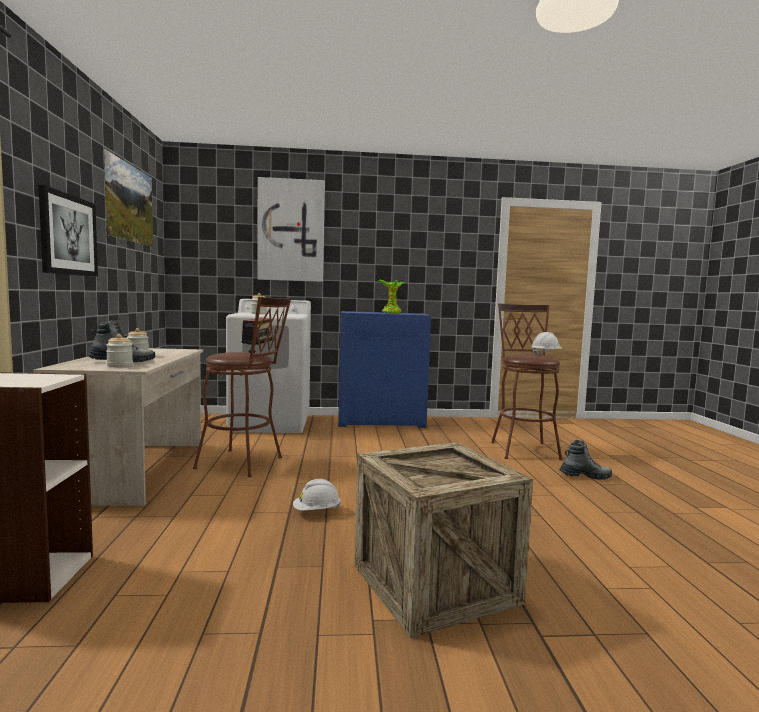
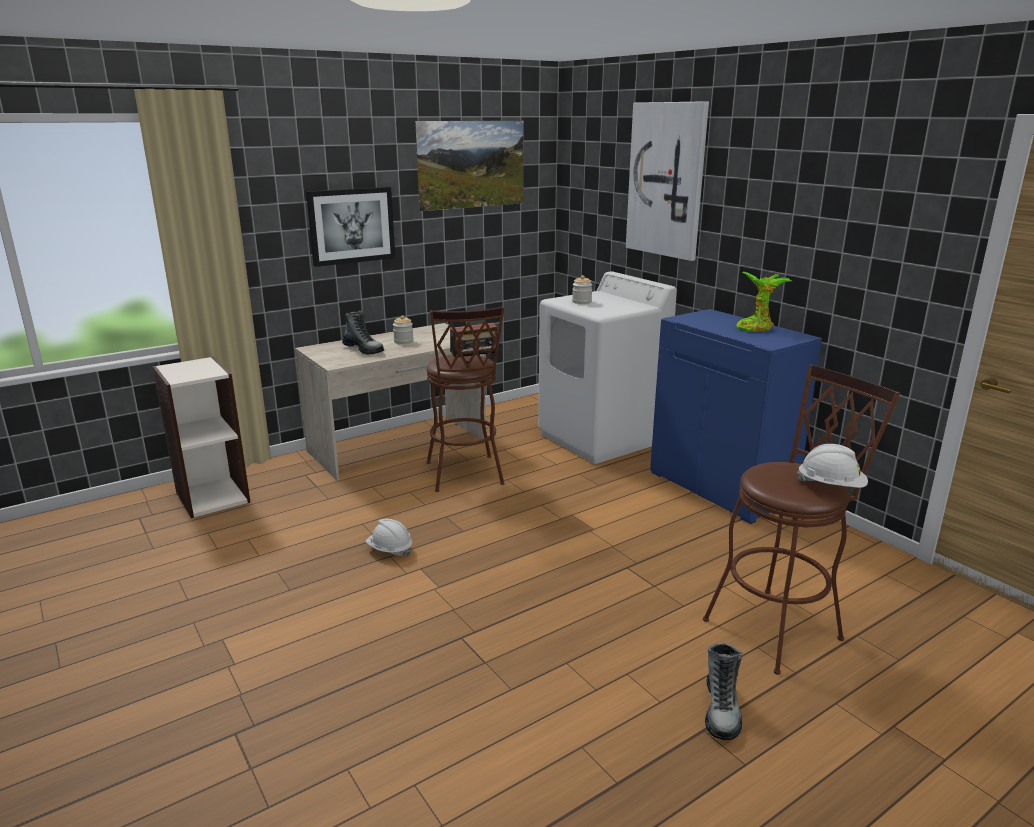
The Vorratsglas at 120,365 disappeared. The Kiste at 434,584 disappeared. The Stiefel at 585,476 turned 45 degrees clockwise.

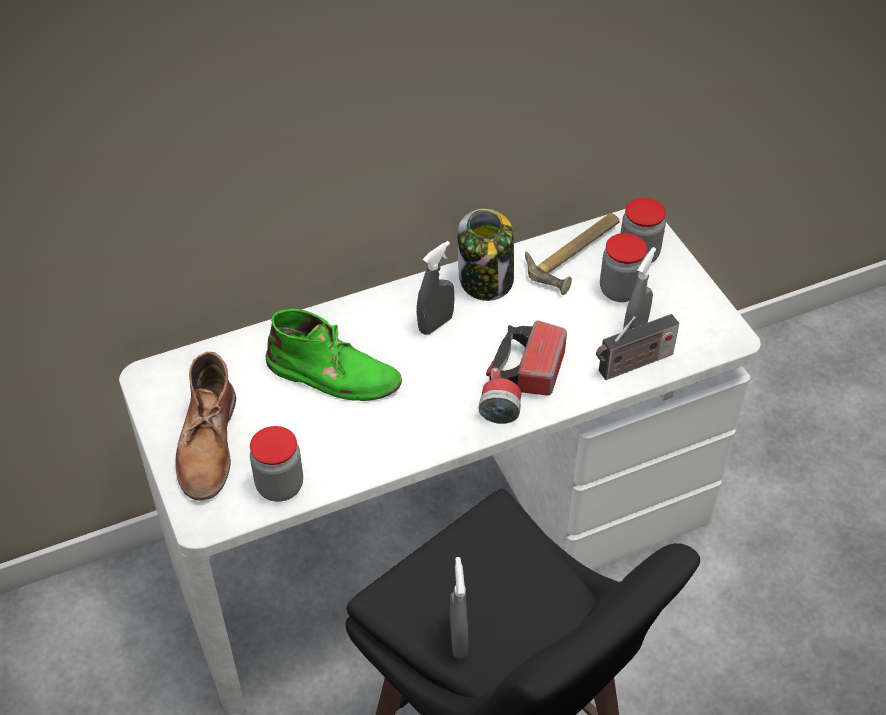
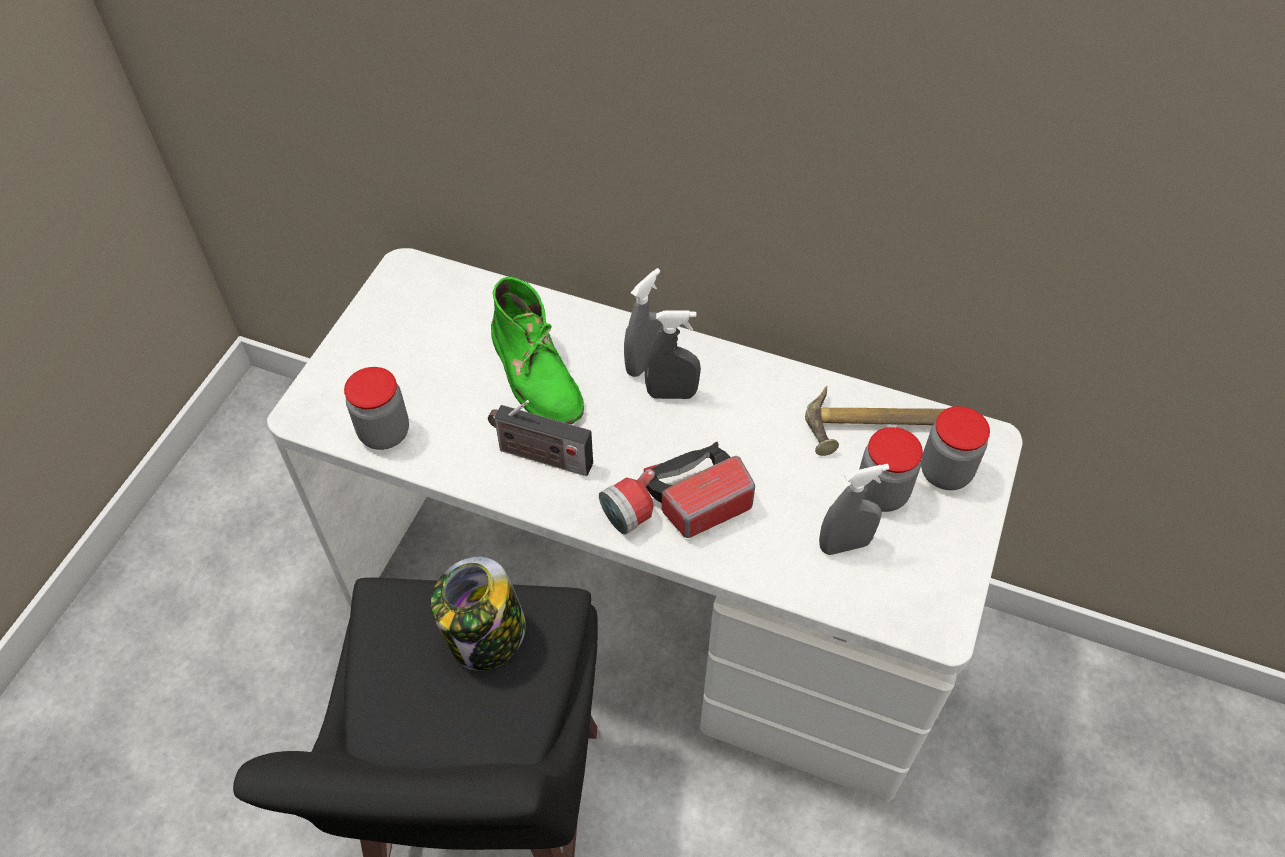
The Stiefel/braun at 208,444 disappeared. The Sprühflasche/grau moved from 458,639 to 644,363. The Vorratsglas moved from 486,280 to 486,637. The Radio moved from 632,365 to 541,456.

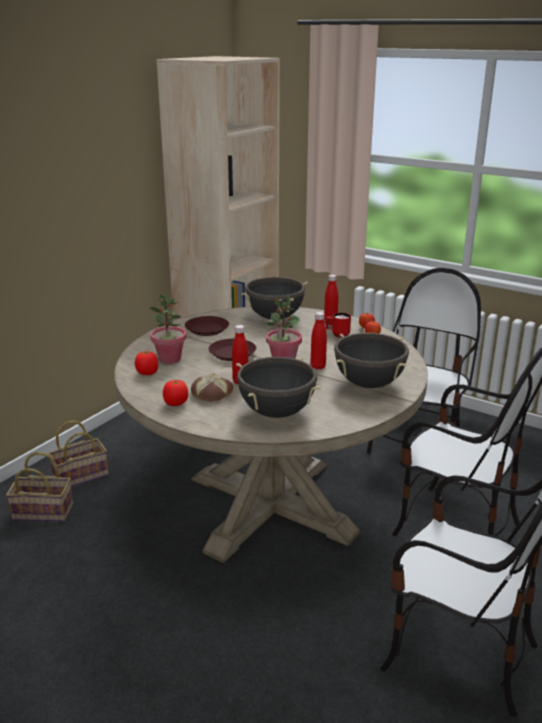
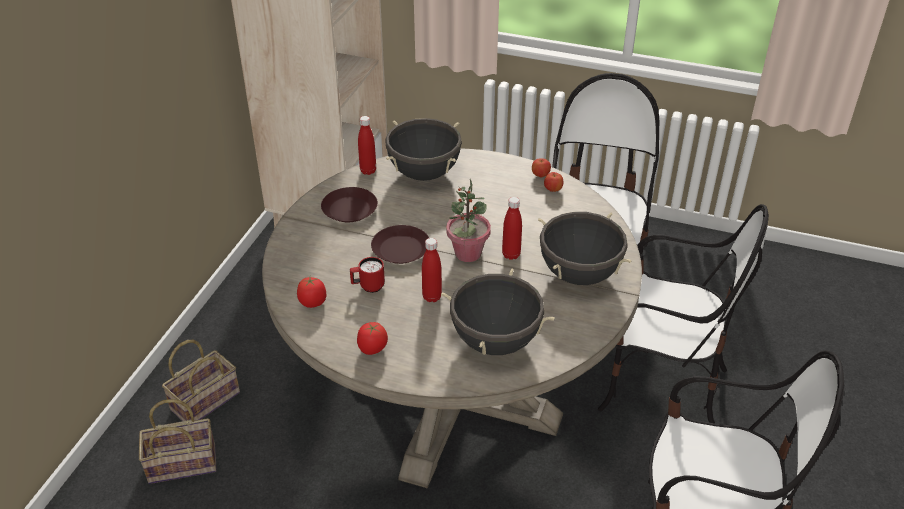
The Topfpflanze at 170,359 disappeared. The Brot at 212,393 disappeared. The Flasche/rot moved from 330,323 to 368,171. The Henkelbecher/rot moved from 337,335 to 368,287.

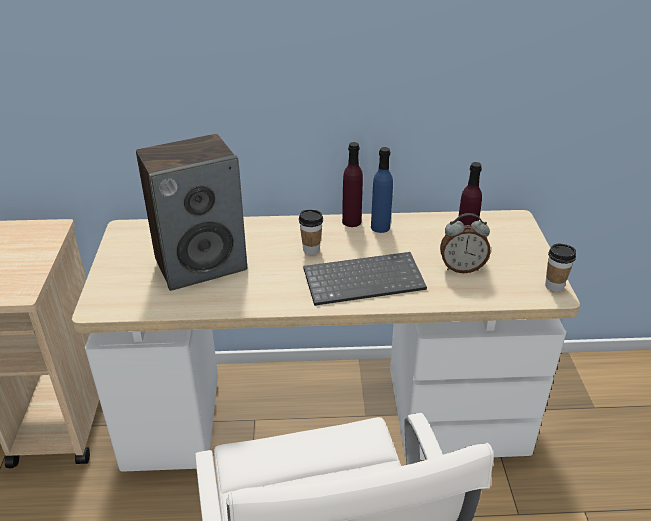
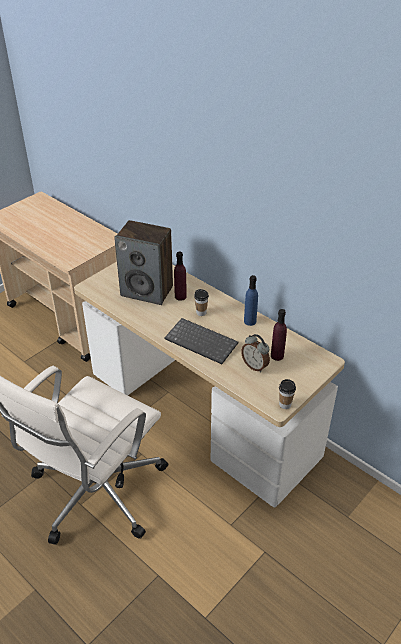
The Flasche/lila moved from 351,221 to 180,296.

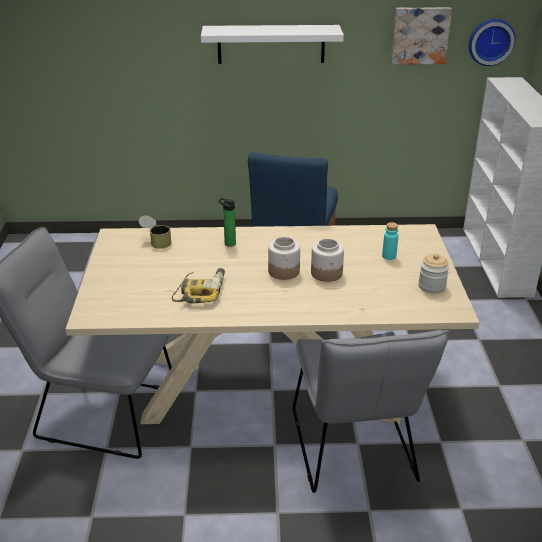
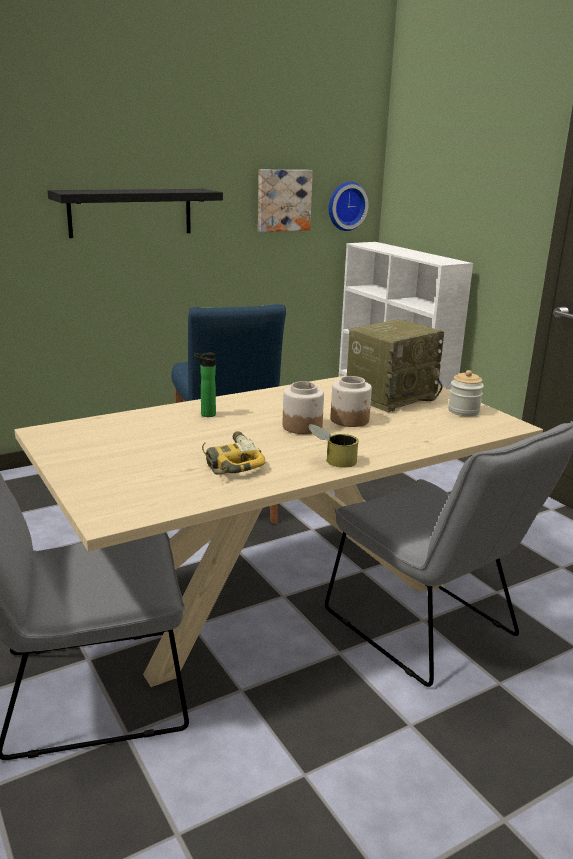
The Dose moved from 156,241 to 332,460. The Wandregal/weiß at 271,44 became the Wandregal/schwarz at 130,212. The Flasche/türkis at 389,256 was replaced by the Radio at 391,396.

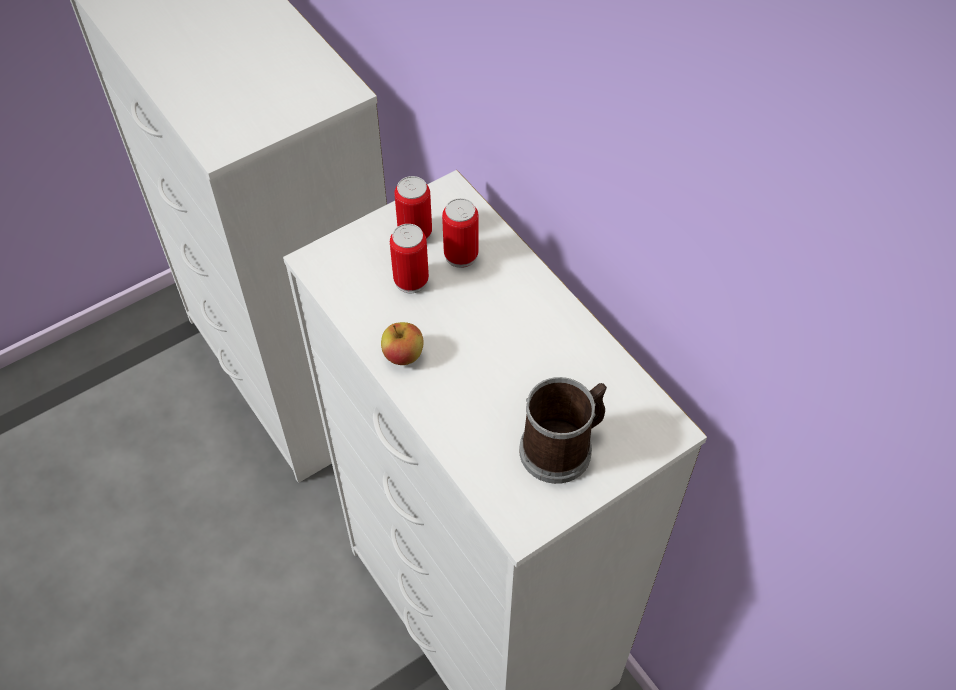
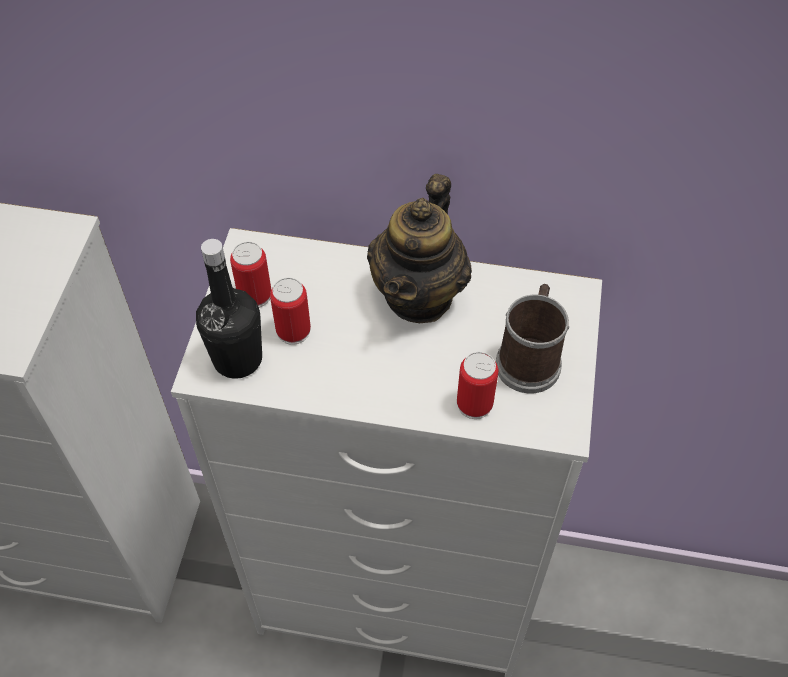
The Apfel at 403,355 disappeared. The Dose moved from 461,255 to 474,404. The Flasche/schwarz at 237,359 appeared. The Teekanne at 419,295 appeared.

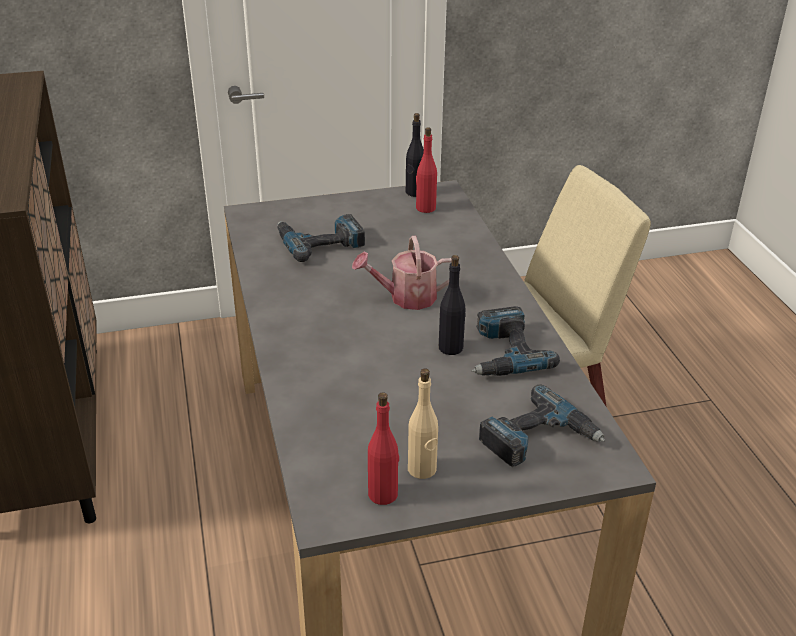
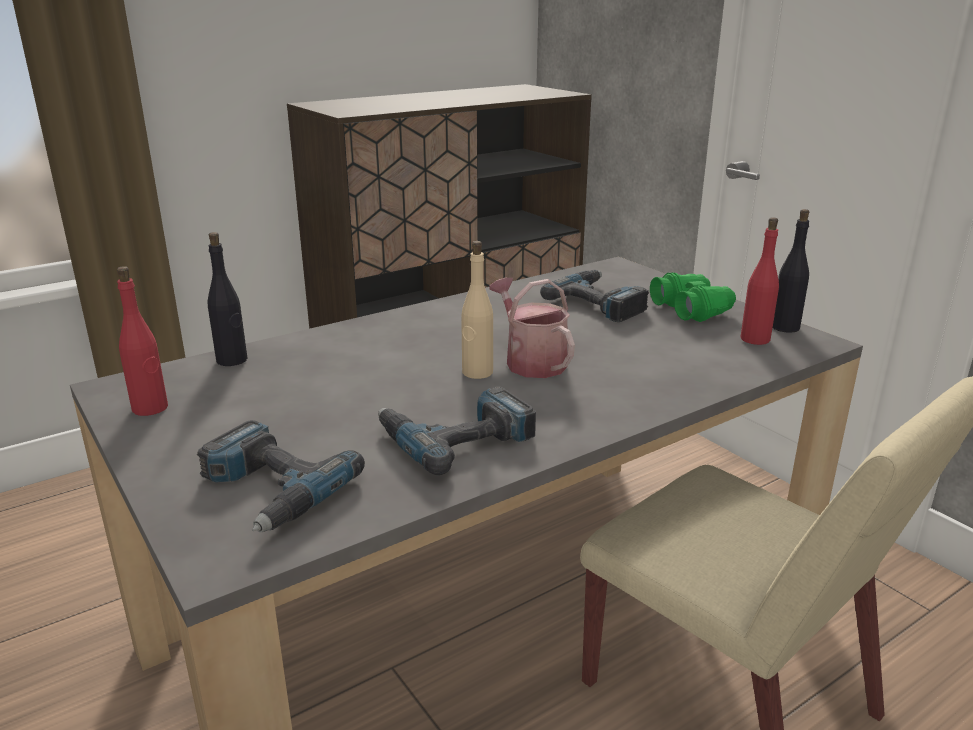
The Flasche/beige moved from 422,469 to 477,372. The Flasche/schwarz moved from 451,347 to 232,360. The Fernglas/grün at 692,309 appeared.

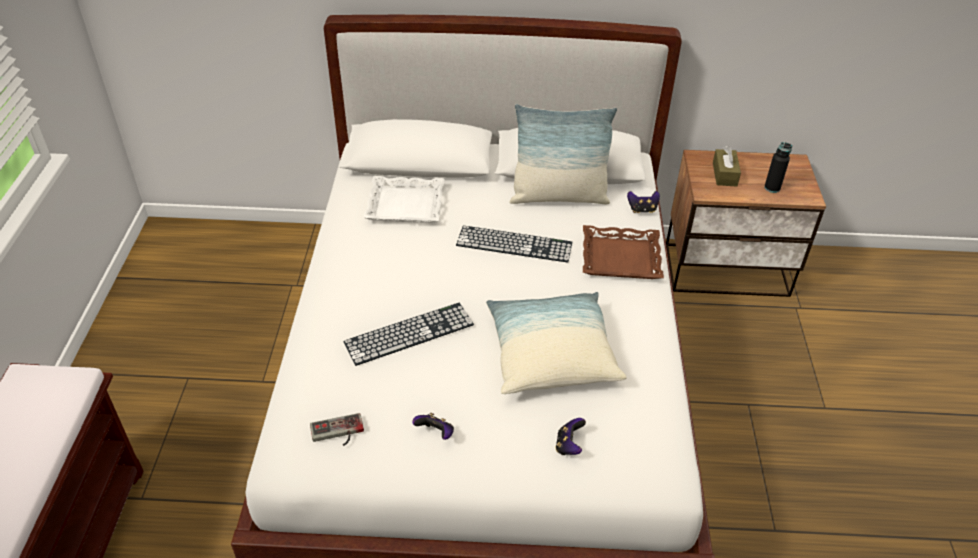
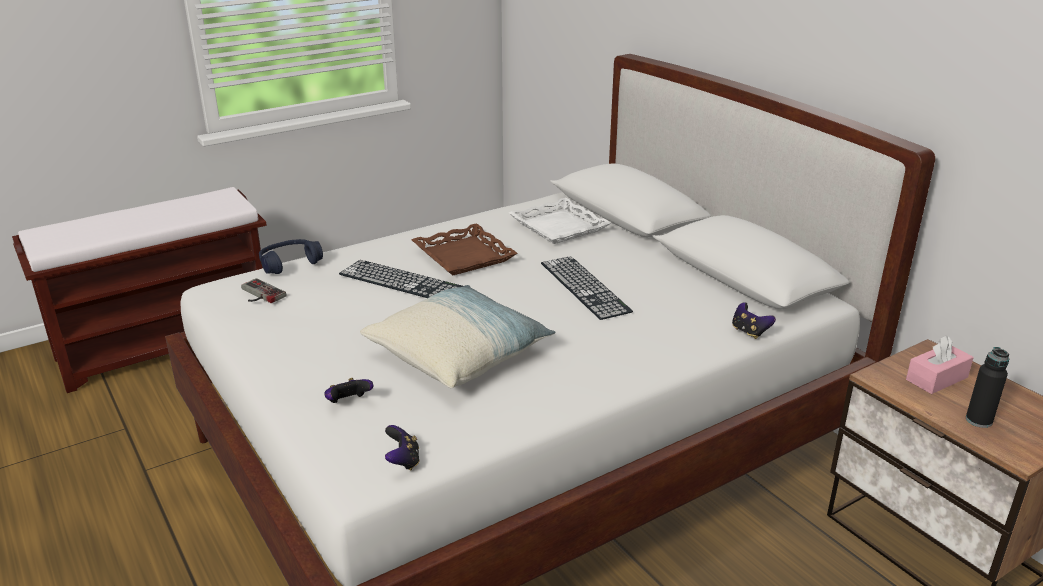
The Gamepad moved from 435,433 to 403,461. The Kissen at 558,196 disappeared. The Tablett/braun moved from 621,258 to 464,256. The Taschentuchbox/braun at 724,174 became the Taschentuchbox/rosa at 936,378. The Kopfhörer/blau at 290,263 appeared.

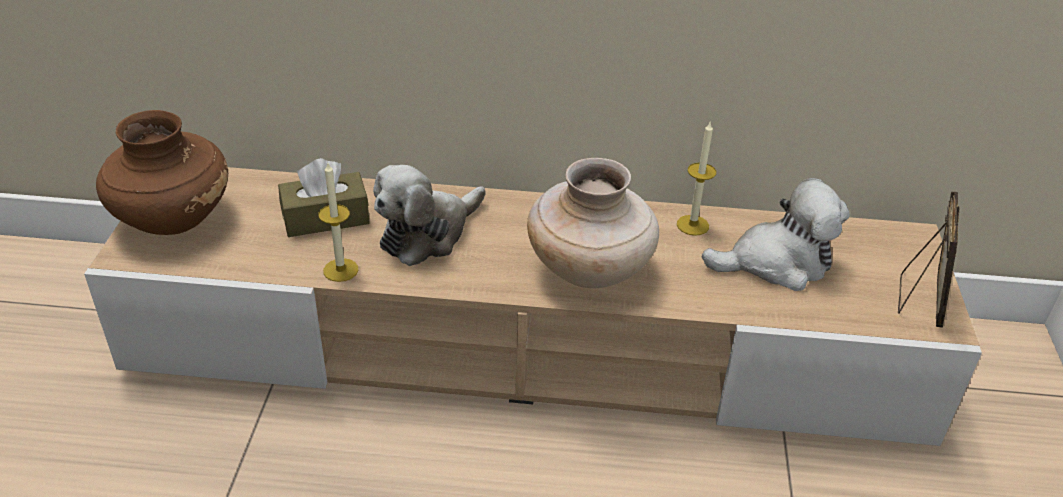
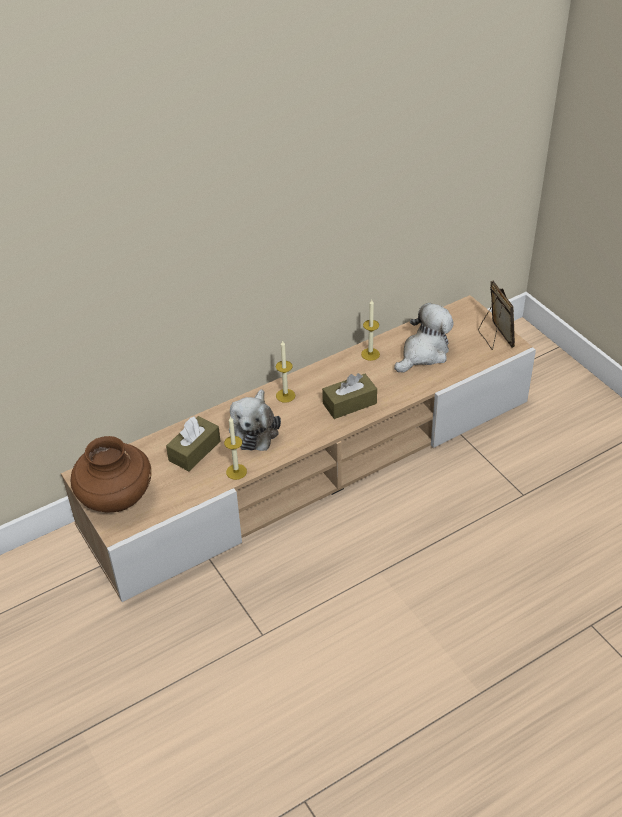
The Vase/beige at 590,270 was replaced by the Taschentuchbox/braun at 349,403. The Kerze at 285,395 appeared.

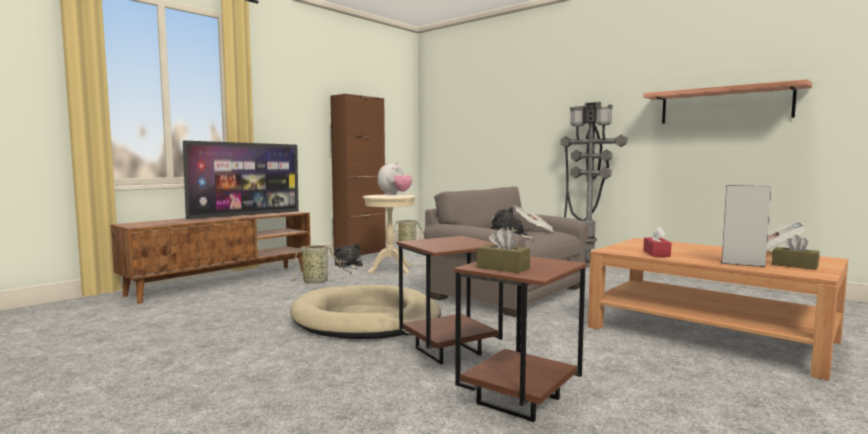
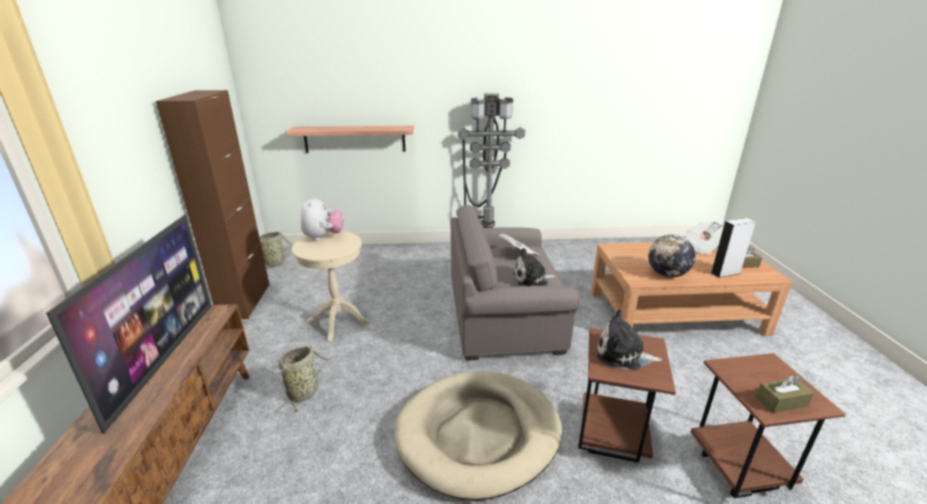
The Plüschtier moved from 349,265 to 623,354. The Wandregal moved from 724,105 to 355,139. The Taschentuchbox/rot at 656,254 was replaced by the Globus at 667,274.

